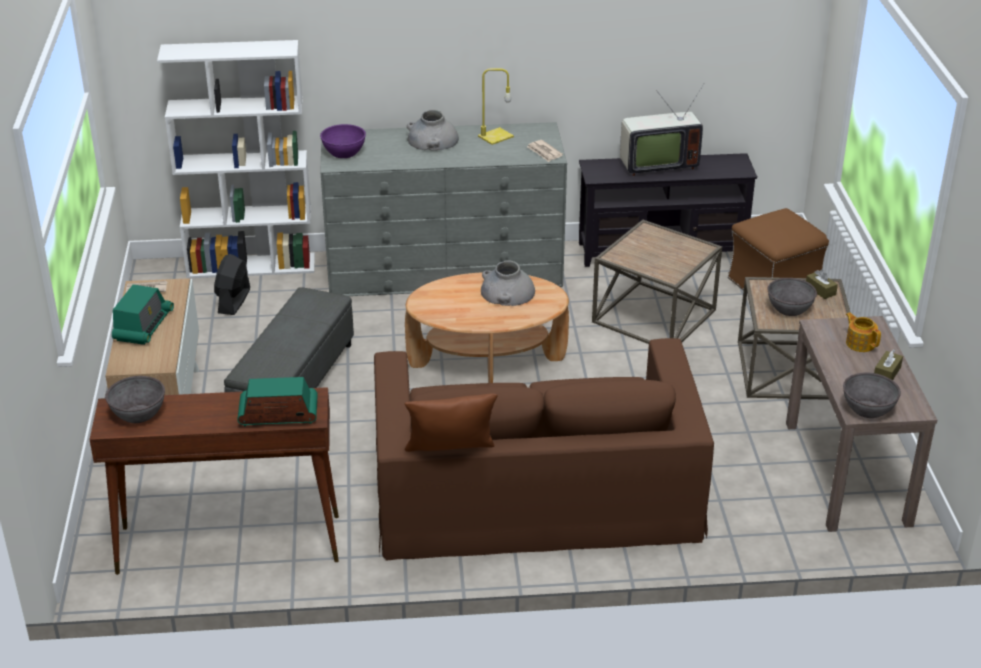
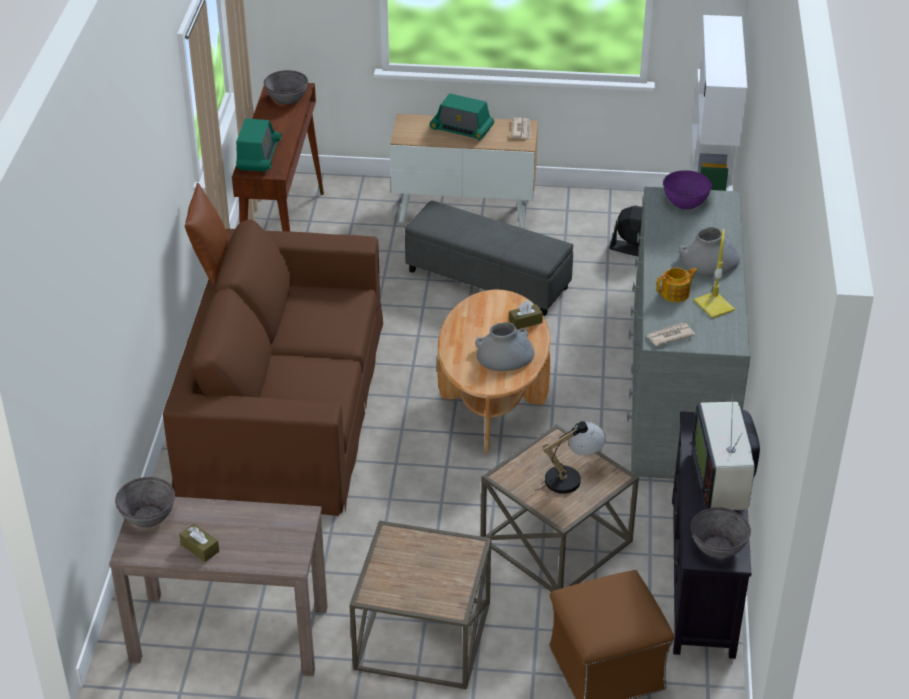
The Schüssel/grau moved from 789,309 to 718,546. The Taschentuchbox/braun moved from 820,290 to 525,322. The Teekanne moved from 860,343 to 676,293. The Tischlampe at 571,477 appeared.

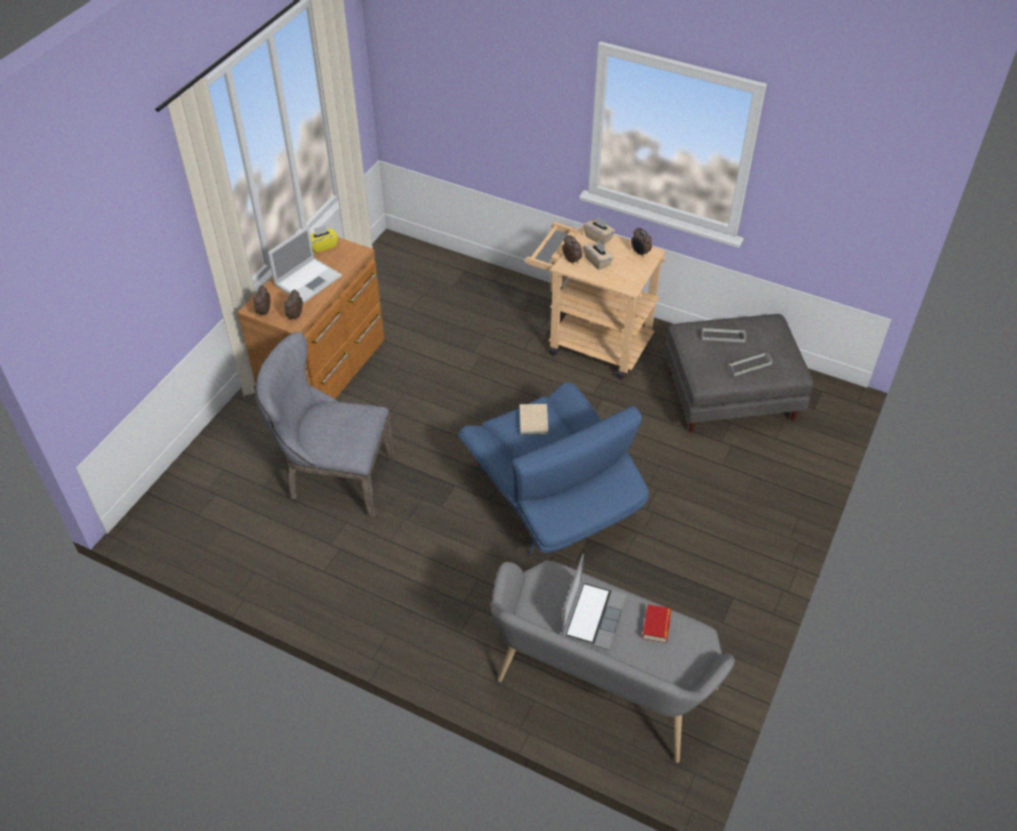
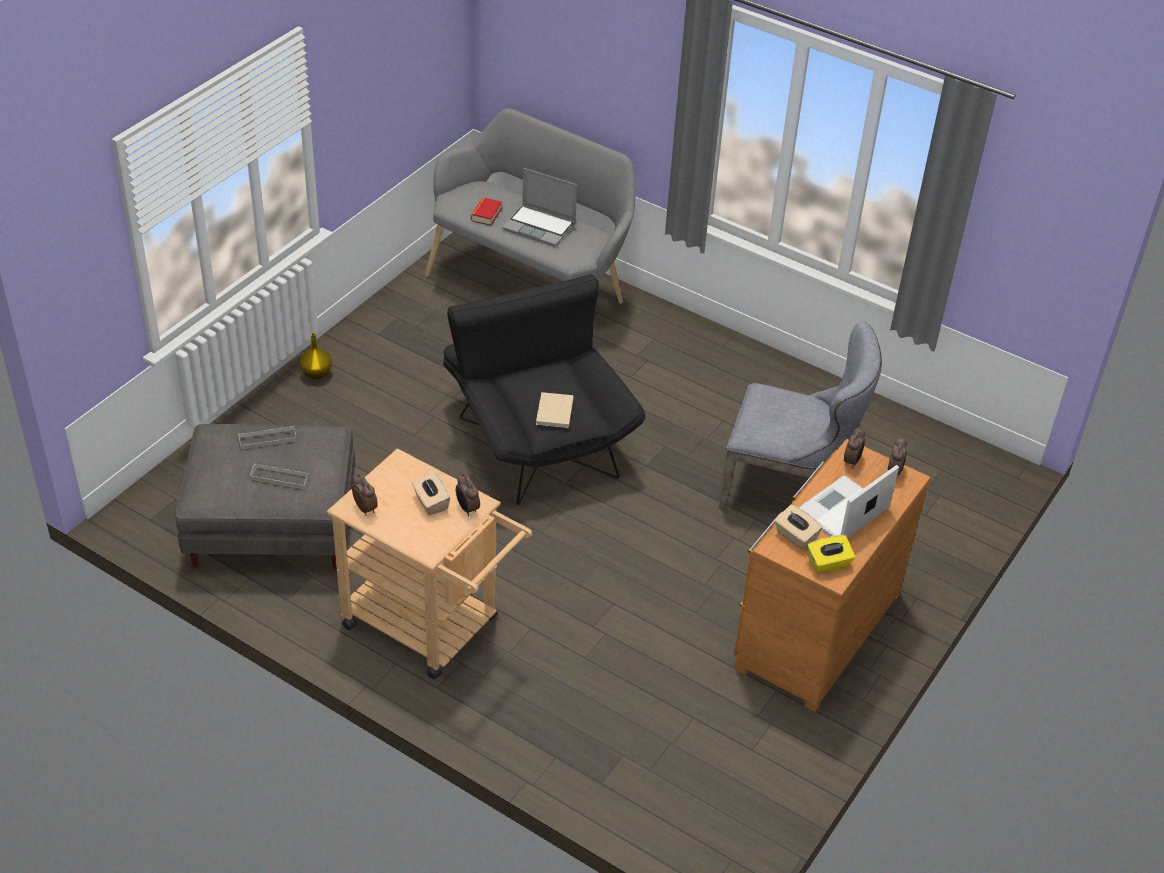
The Sessel/blau at 553,500 became the Sessel/schwarz at 536,437. The Laptop at 592,615 turned 90 degrees counterclockwise. The Taschentuchbox/beige moved from 598,237 to 795,536. The Vase/gelb at 317,373 appeared.

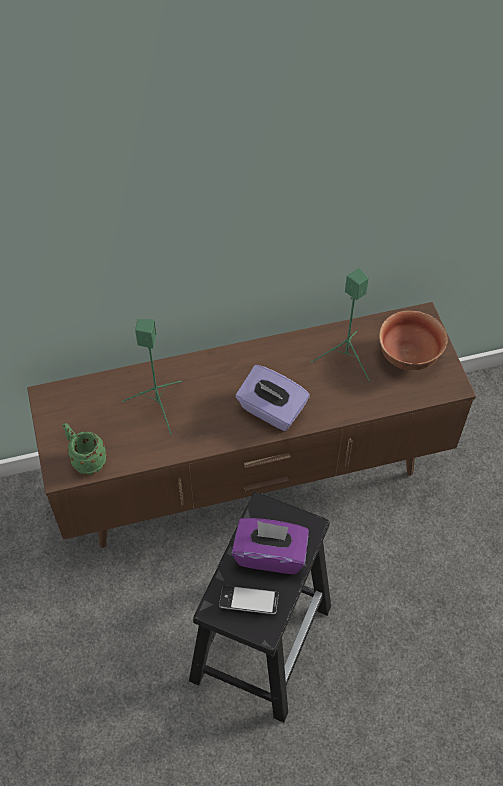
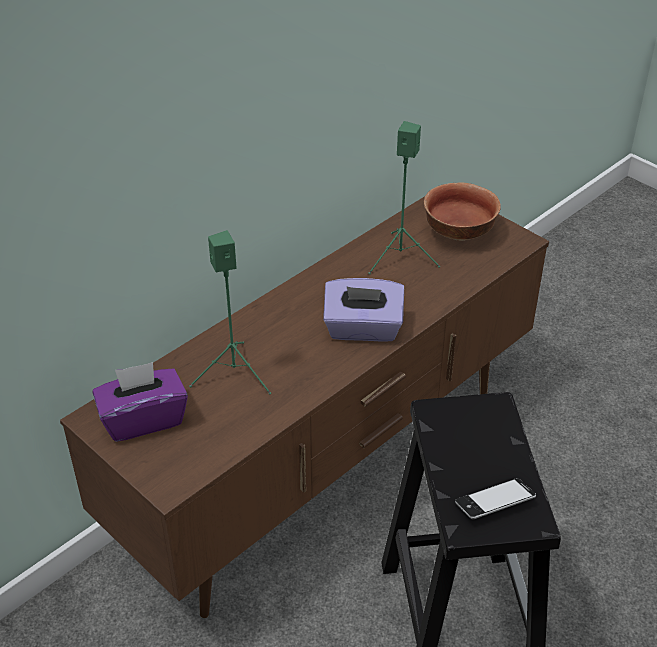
The Henkelbecher/grün at 85,459 disappeared. The Taschentuchbox/lila moved from 270,554 to 143,419.

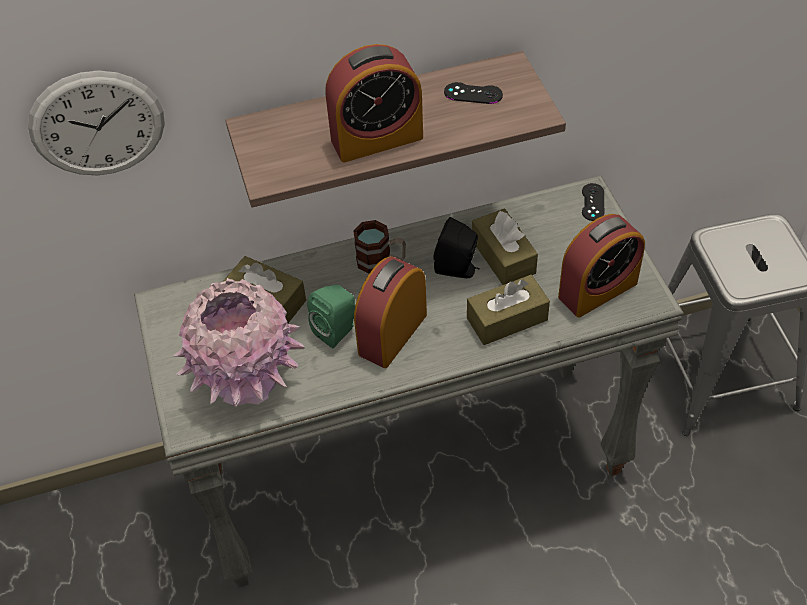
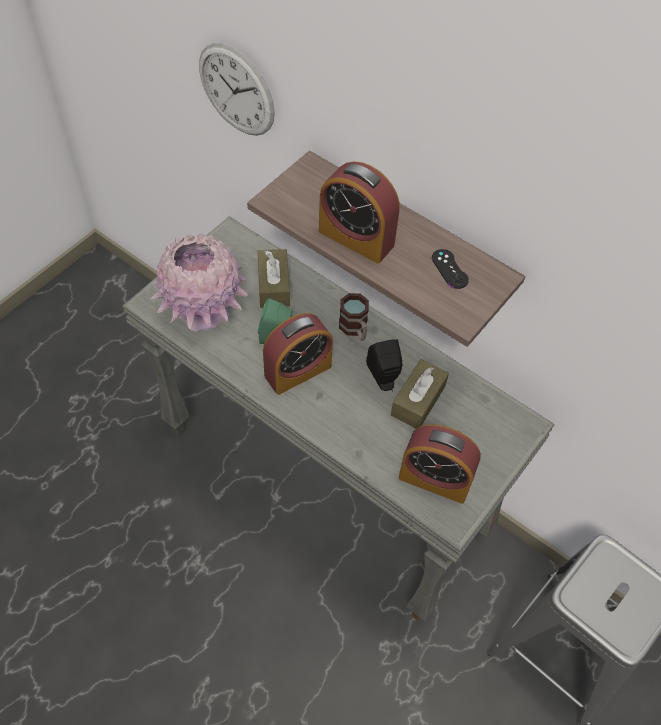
The Wecker at 392,334 turned 150 degrees clockwise. The Taschentuchbox/braun at 507,319 disappeared. The Gamepad/schwarz at 593,202 disappeared.

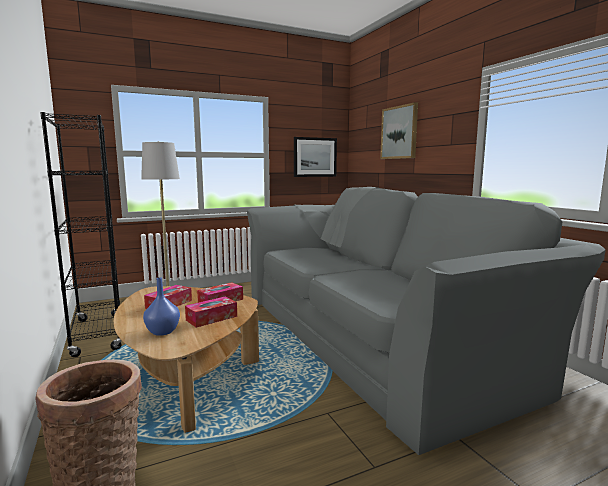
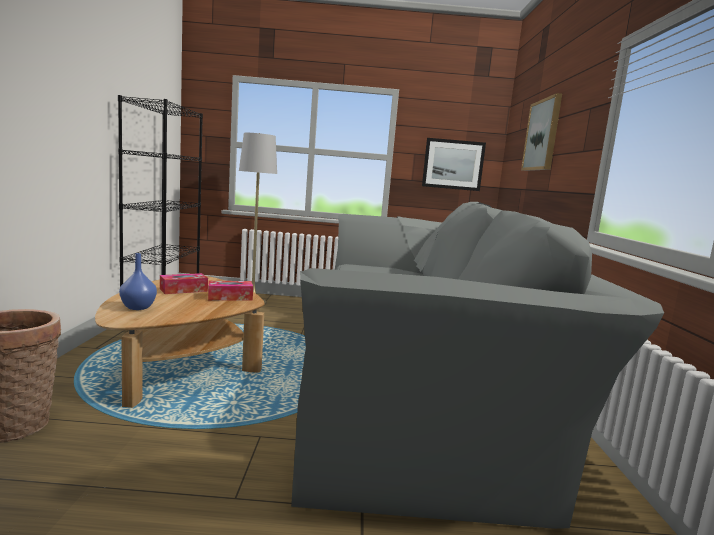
The Taschentuchbox at 211,318 disappeared.

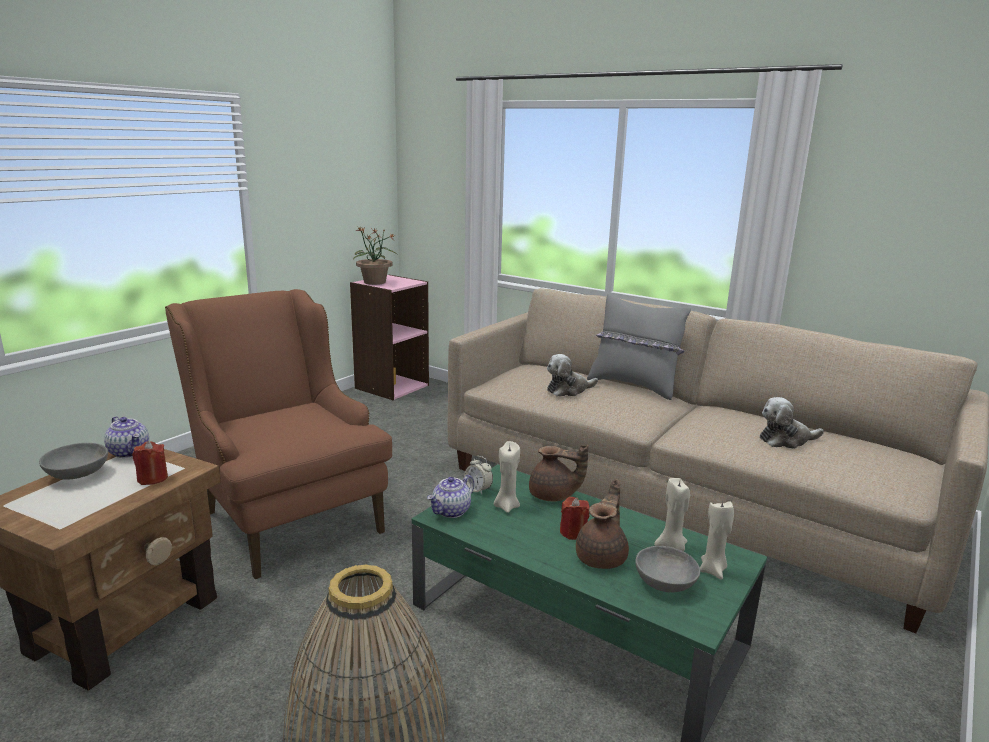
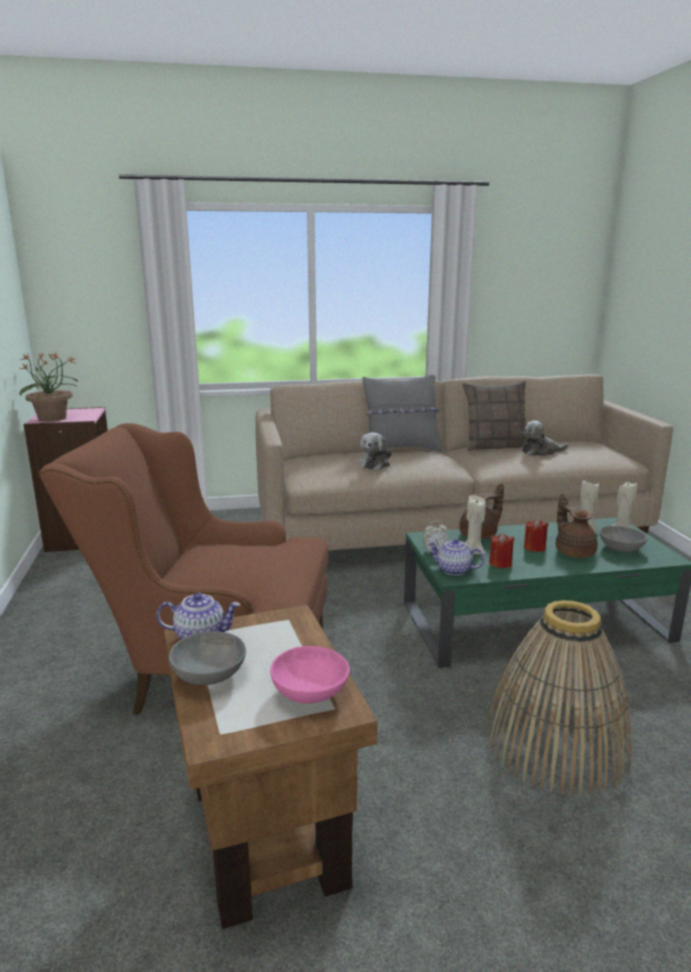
The Kerze/rot moved from 152,478 to 500,563. The Teekanne at 451,511 turned 120 degrees clockwise. The Plüschtier at 786,440 turned 45 degrees clockwise. The Schüssel/rosa at 311,692 appeared. The Kissen at 494,446 appeared.

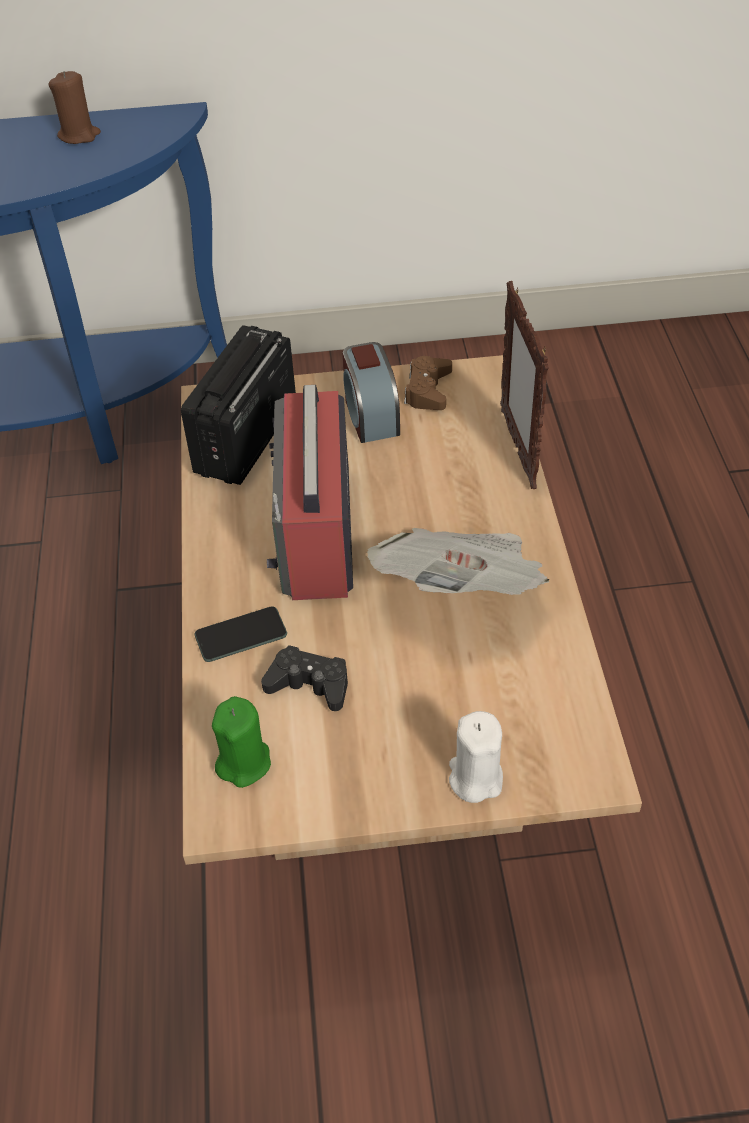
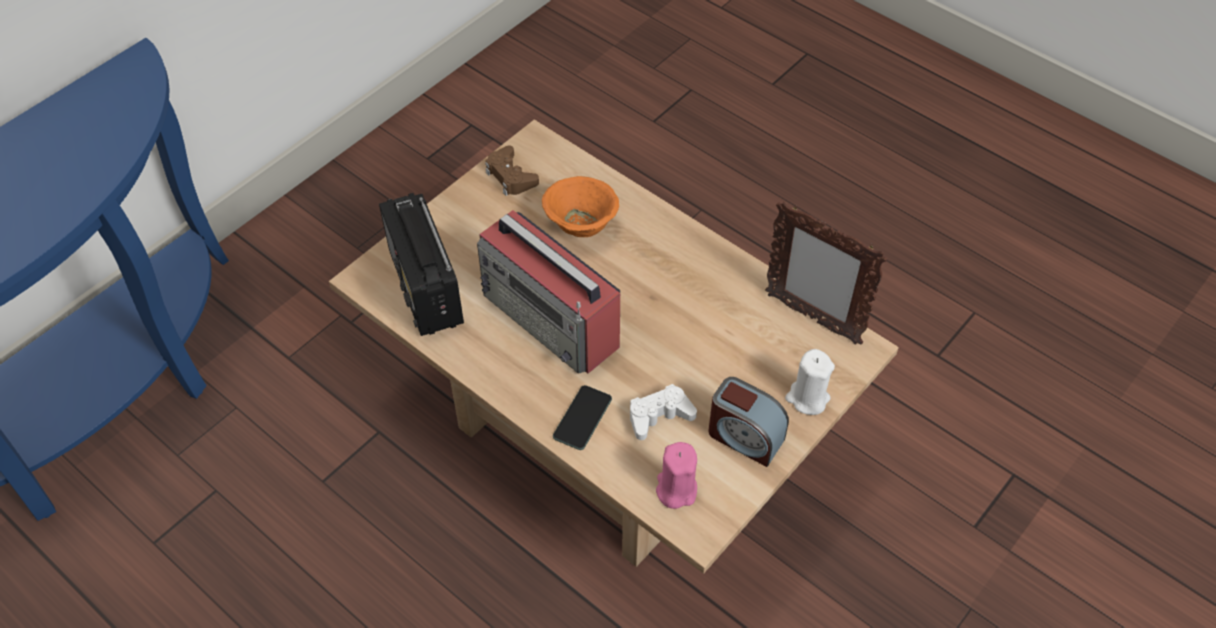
The Kerze/braun at 79,135 disappeared. The Kerze/grün at 244,762 became the Kerze/rosa at 676,489. The Gamepad/schwarz at 309,684 became the Gamepad/weiß at 659,416. The Wecker moved from 370,415 to 744,437. The Zeitung at 462,590 disappeared. The Bilderrahmen moved from 518,448 to 811,318. The Schüssel/orange at 580,226 appeared.

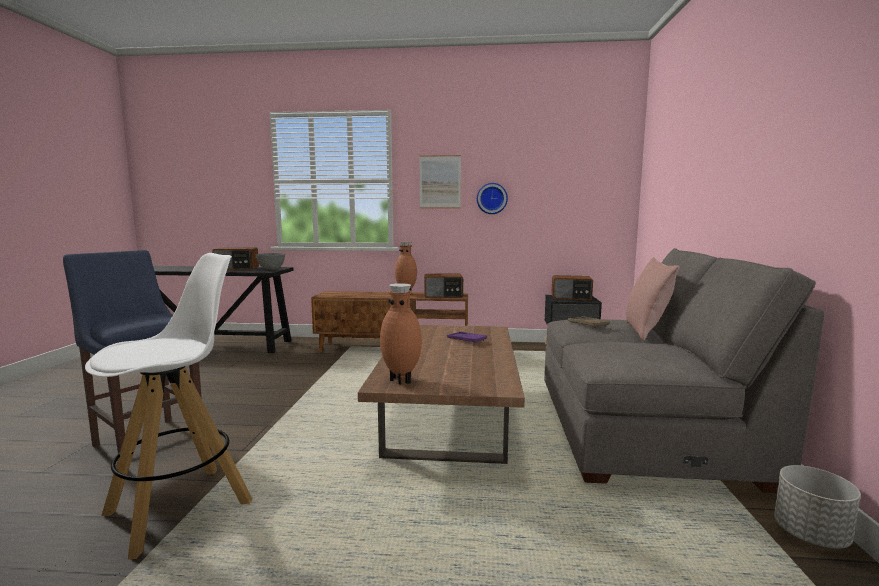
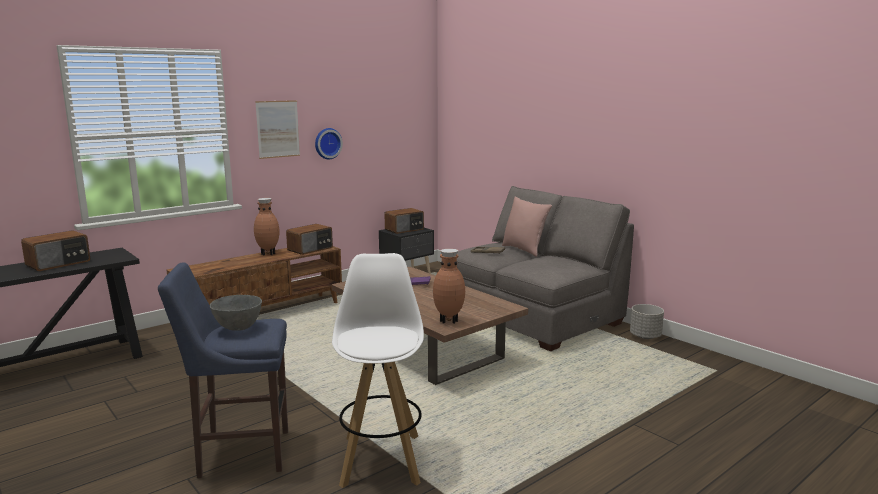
The Schüssel/grau moved from 271,269 to 238,328.

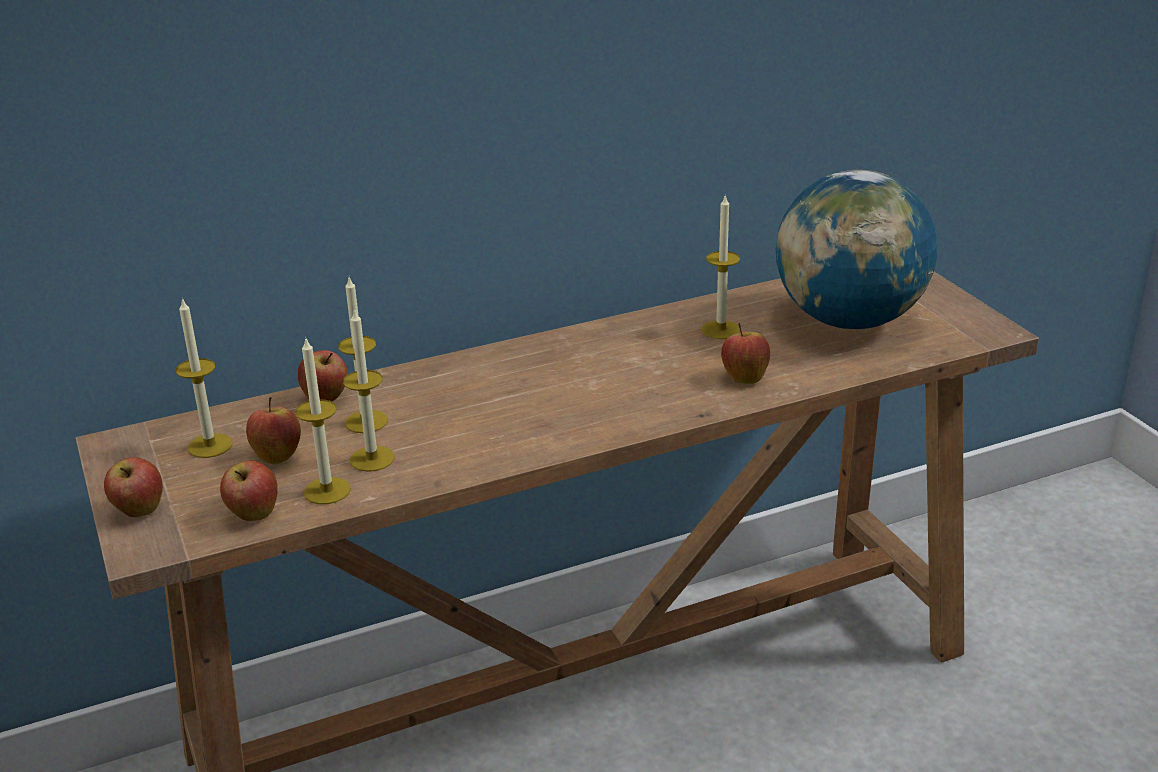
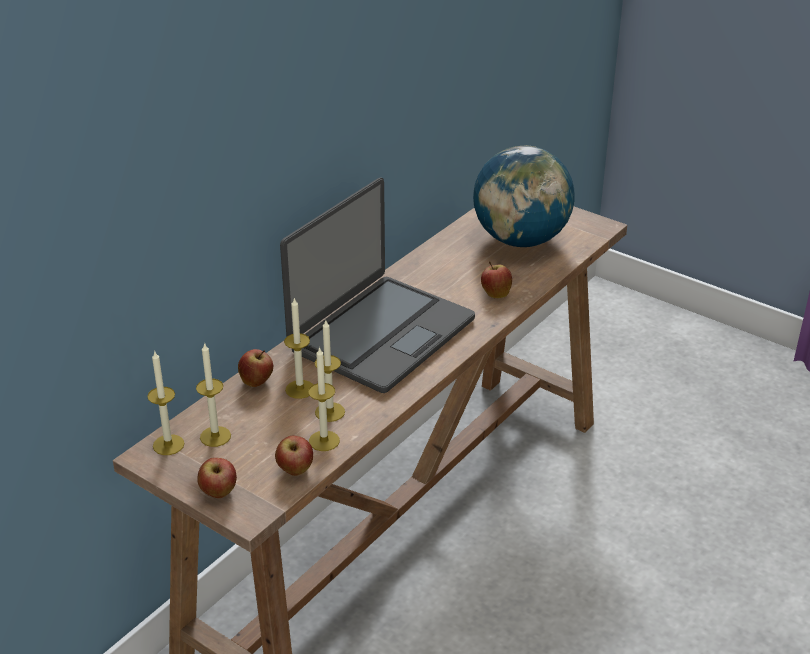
The Apfel at 277,456 disappeared. The Kerze moved from 721,330 to 168,445. The Laptop at 381,334 appeared.

